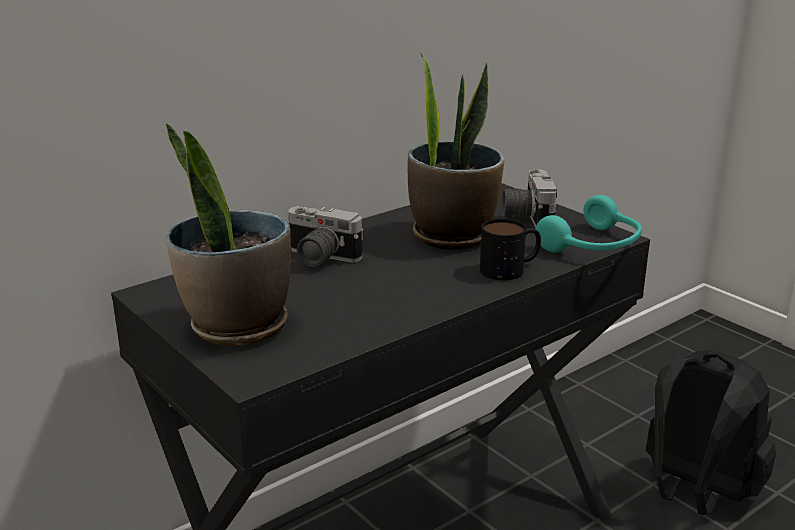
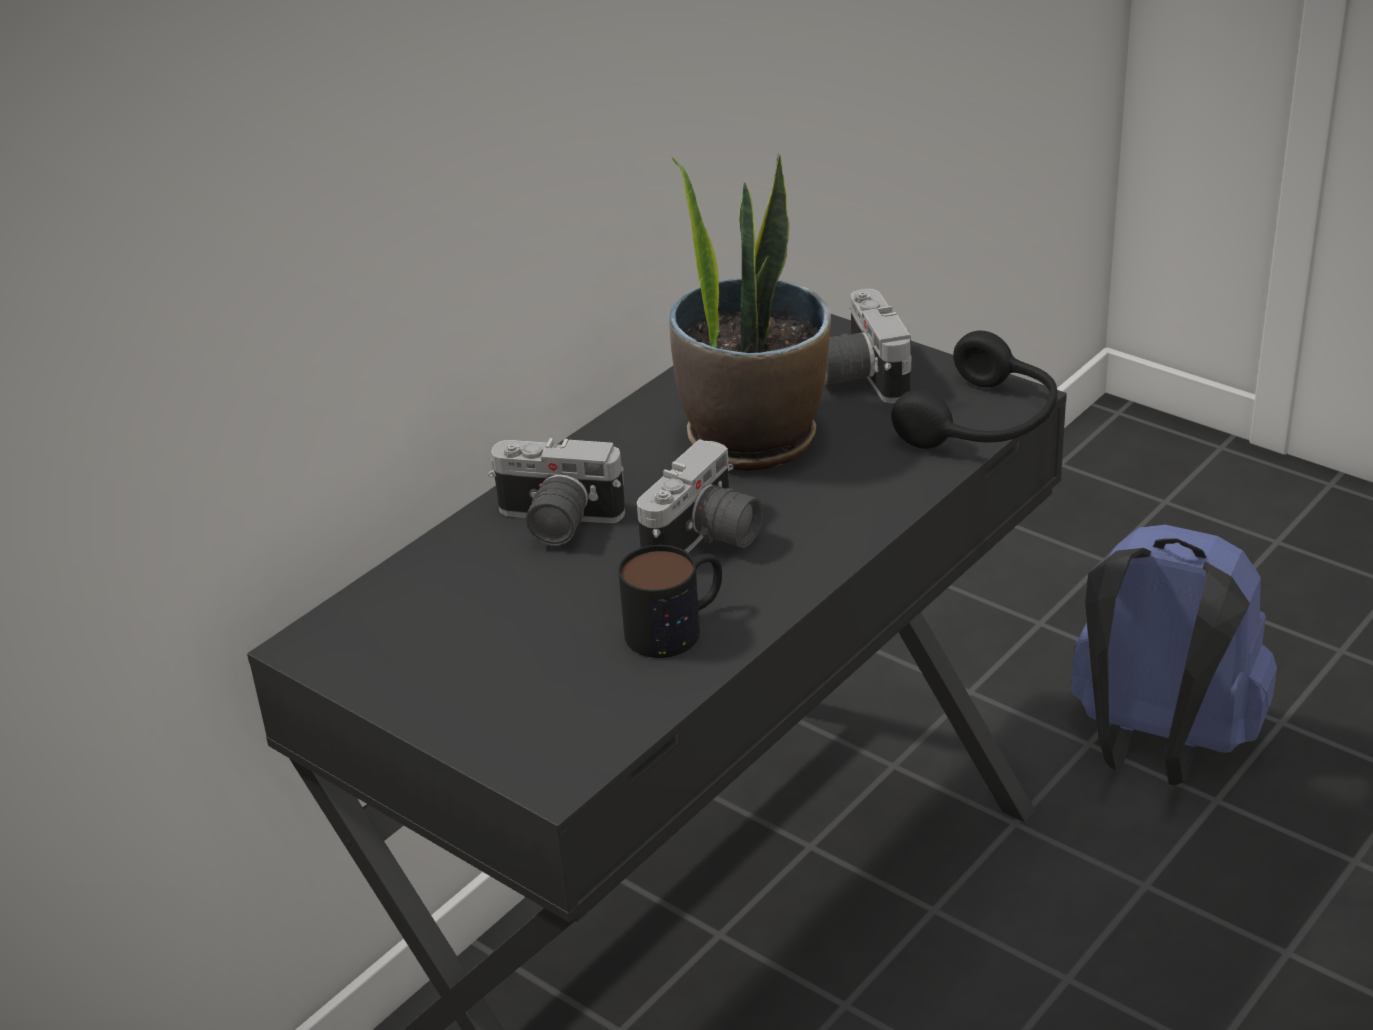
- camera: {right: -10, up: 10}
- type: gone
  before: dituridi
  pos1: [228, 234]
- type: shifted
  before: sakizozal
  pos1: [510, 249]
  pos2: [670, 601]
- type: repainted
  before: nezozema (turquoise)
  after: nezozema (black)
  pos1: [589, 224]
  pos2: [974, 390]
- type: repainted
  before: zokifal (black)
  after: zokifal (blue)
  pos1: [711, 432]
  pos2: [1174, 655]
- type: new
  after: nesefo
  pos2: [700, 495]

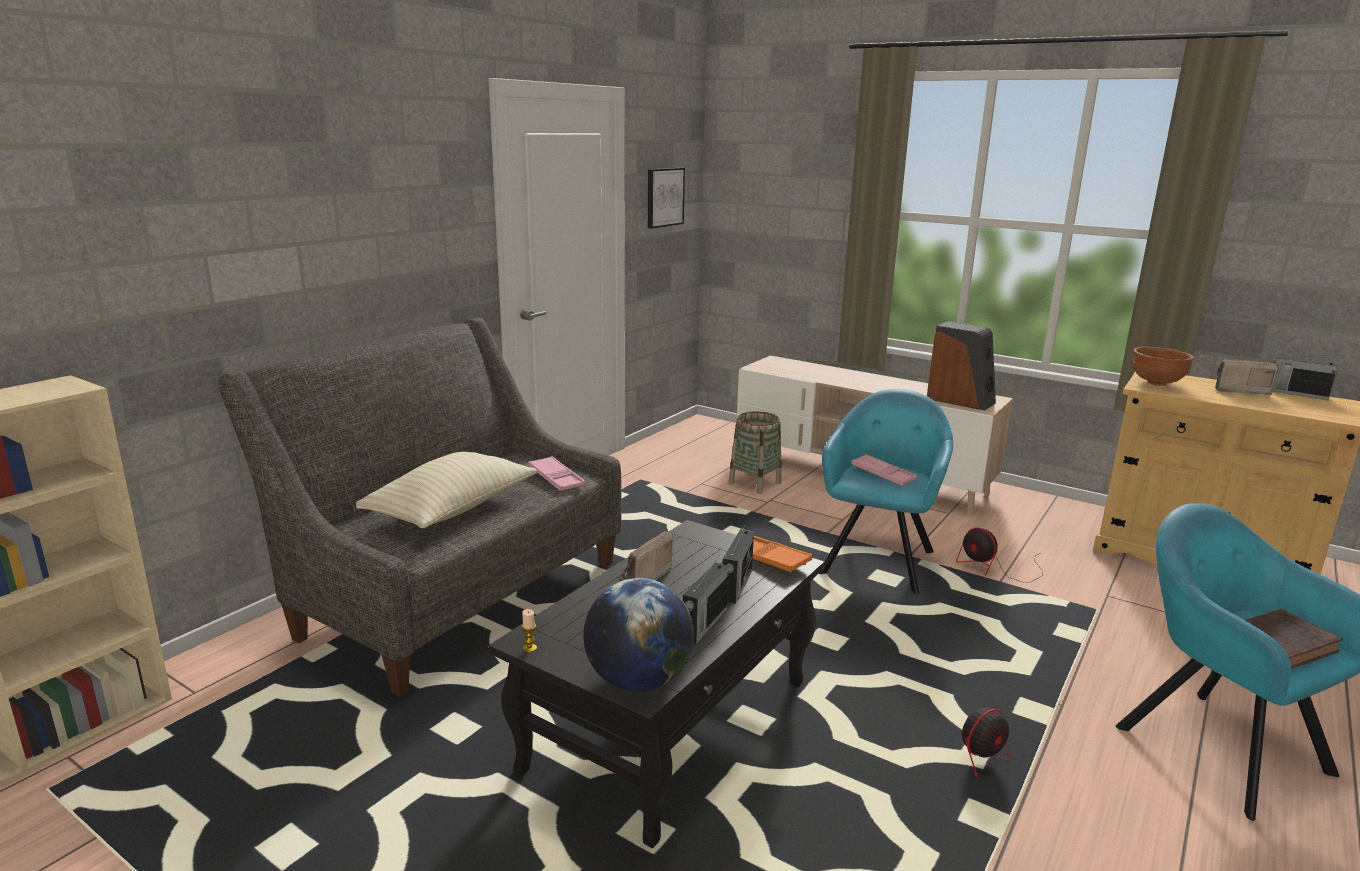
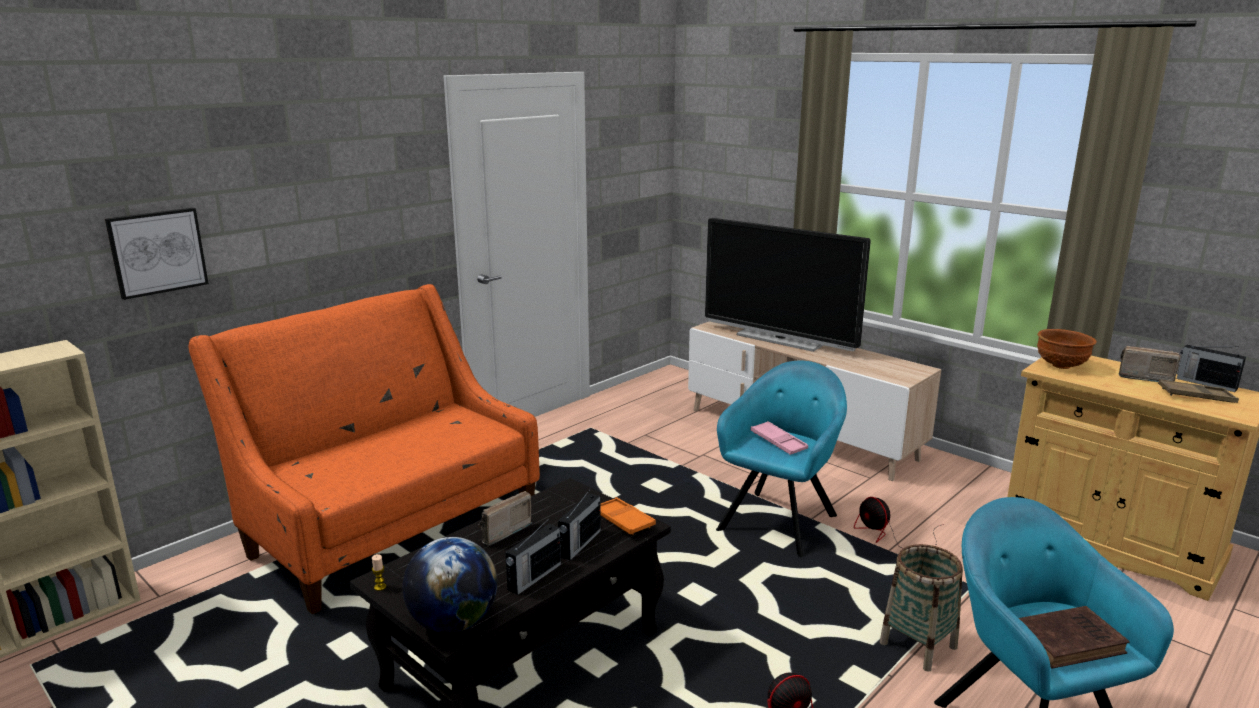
- camera: {right: 10, up: 0}
- type: repainted
  before: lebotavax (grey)
  after: lebotavax (orange)
  pos1: [419, 507]
  pos2: [364, 449]
- type: gone
  before: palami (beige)
  pos1: [446, 490]
- type: gone
  before: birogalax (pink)
  pos1: [556, 473]
- type: shifted
  before: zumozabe
  pos1: [666, 198]
  pos2: [157, 254]
- type: shifted
  before: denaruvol
  pos1: [755, 452]
  pos2: [921, 608]
- type: gone
  before: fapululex
  pos1: [961, 365]
- type: new
  after: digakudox
  pos2: [788, 285]
- type: new
  after: birogalax (brown)
  pos2: [1198, 391]

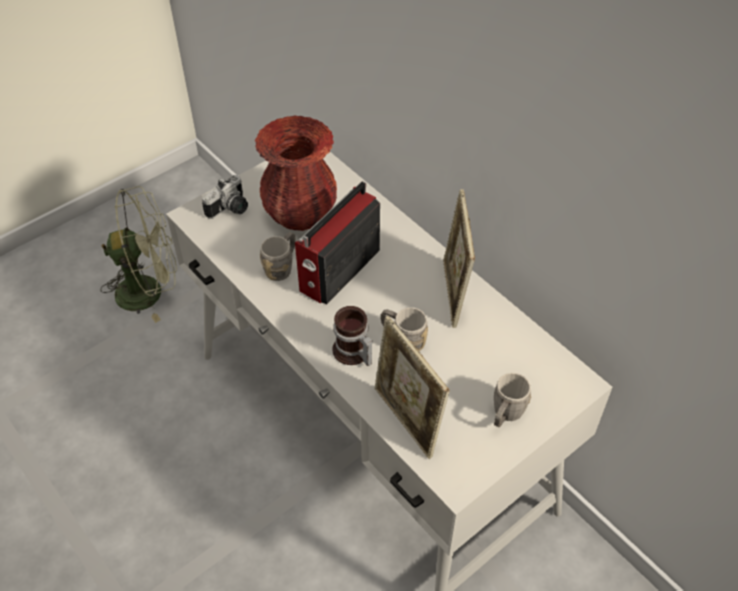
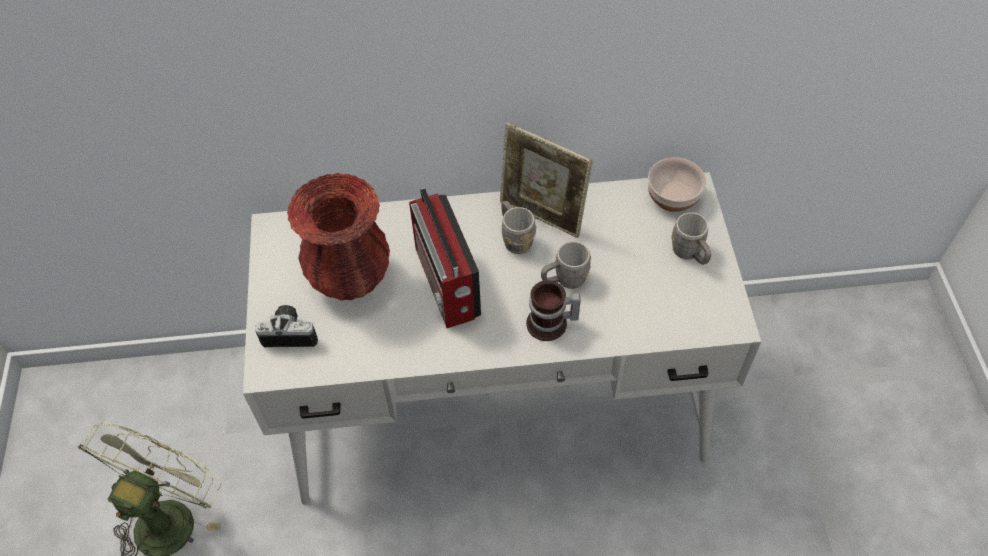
- camera: {right: -55, up: 5}
- type: rotated
  before: nesefo
  pos1: [225, 197]
  pos2: [286, 326]
  turn: -75
- type: shifted
  before: sakizozal (grey)
  pos1: [278, 256]
  pos2: [519, 227]
- type: gone
  before: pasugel
  pos1: [412, 387]
- type: new
  after: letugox
  pos2: [677, 184]

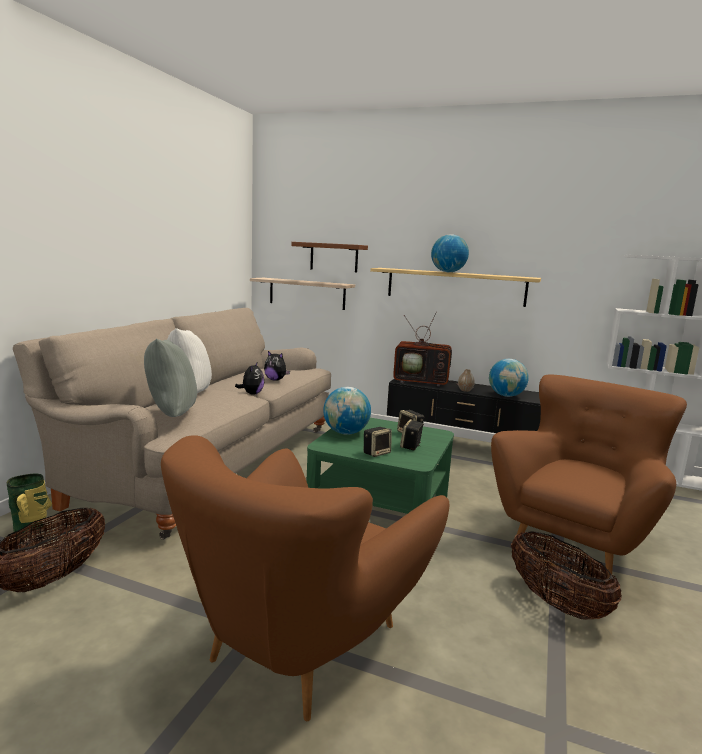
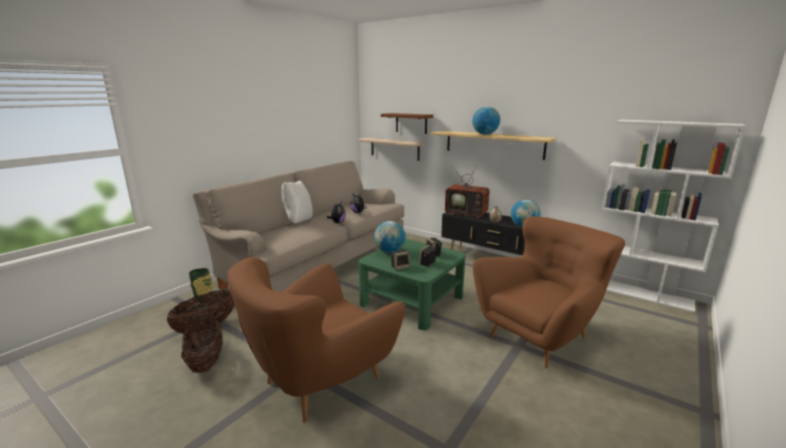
- camera: {right: 15, up: 5}
- type: gone
  before: palami (grey)
  pos1: [170, 378]
- type: shifted
  before: denaruvol
  pos1: [566, 575]
  pos2: [202, 344]

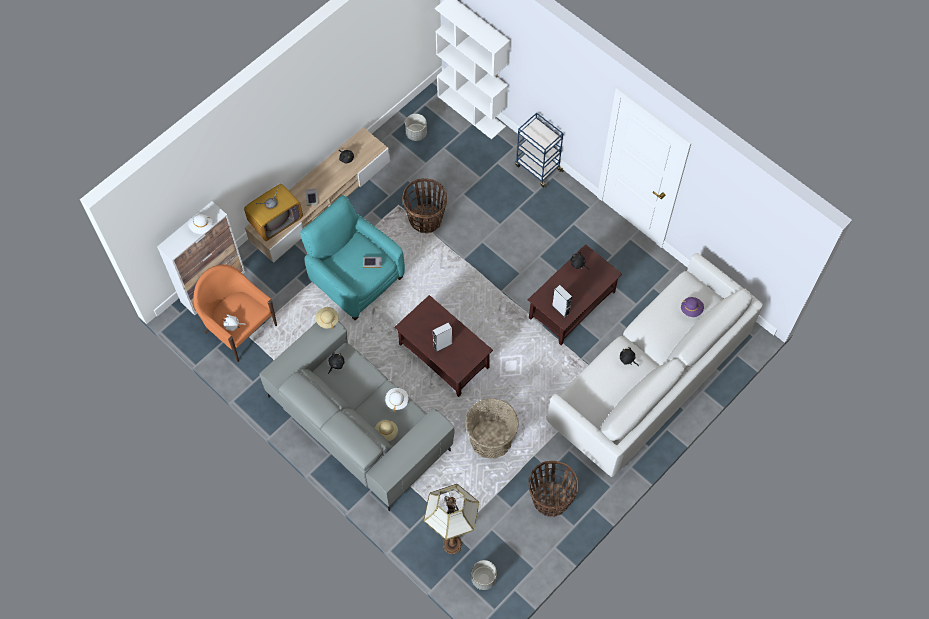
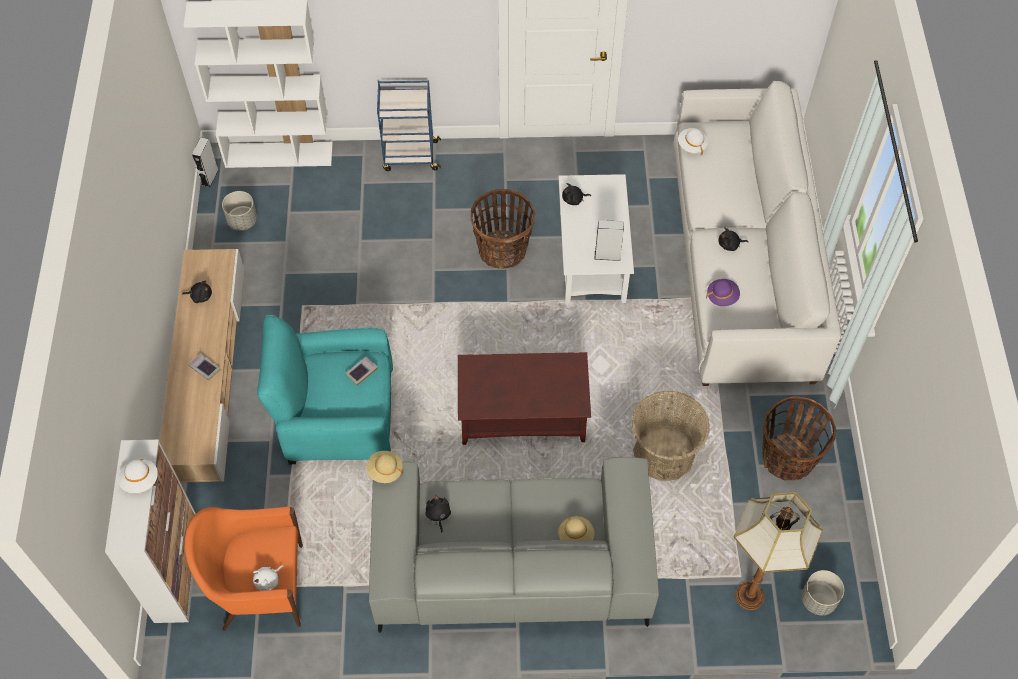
- camera: {right: -45, up: -5}
- type: gone
  before: digakudox
  pos1: [273, 212]
- type: shifted
  before: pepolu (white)
  pos1: [396, 400]
  pos2: [693, 142]
- type: shifted
  before: denaruvol
  pos1: [424, 205]
  pos2: [502, 229]
- type: shifted
  before: fapululex (grey)
  pos1: [442, 337]
  pos2: [205, 162]
- type: repainted
  before: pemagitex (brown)
  after: pemagitex (white)
  pos1: [575, 294]
  pos2: [596, 239]
- type: shifted
  before: pepolu (purple)
  pos1: [692, 307]
  pos2: [723, 292]

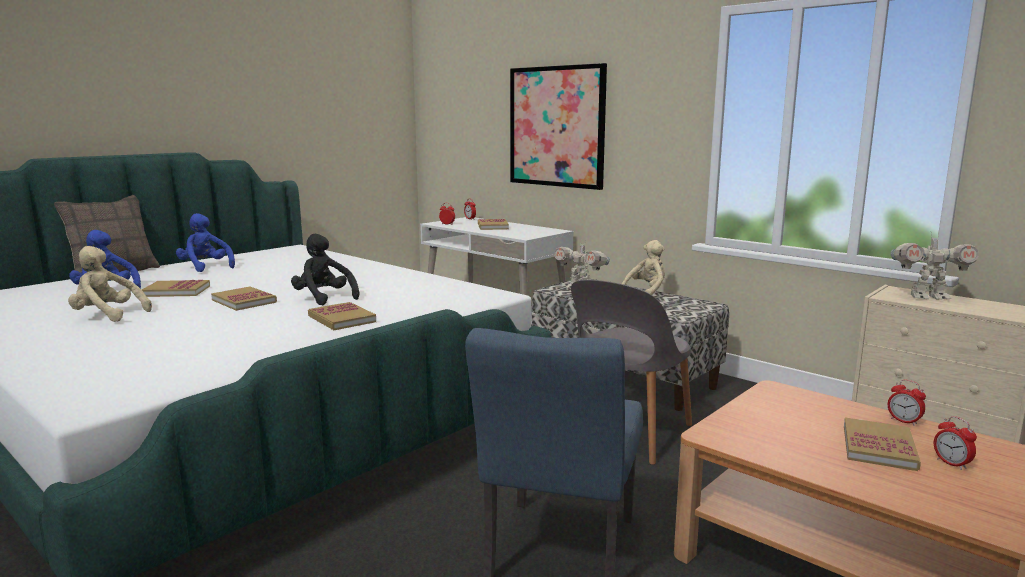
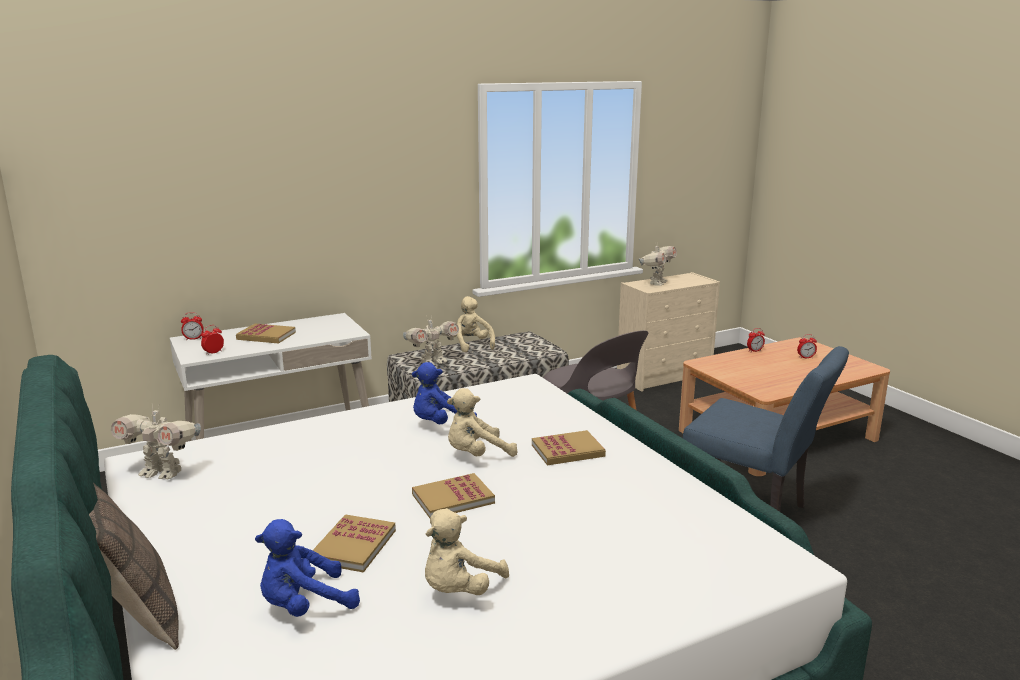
- camera: {right: -70, up: 5}
- type: shifted
  before: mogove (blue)
  pos1: [205, 242]
  pos2: [444, 393]
- type: repainted
  before: mogove (black)
  after: mogove (beige)
  pos1: [325, 269]
  pos2: [482, 422]
- type: gone
  before: zumozabe
  pos1: [558, 126]
- type: gone
  before: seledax
  pos1: [882, 444]
- type: new
  after: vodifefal
  pos2: [156, 442]

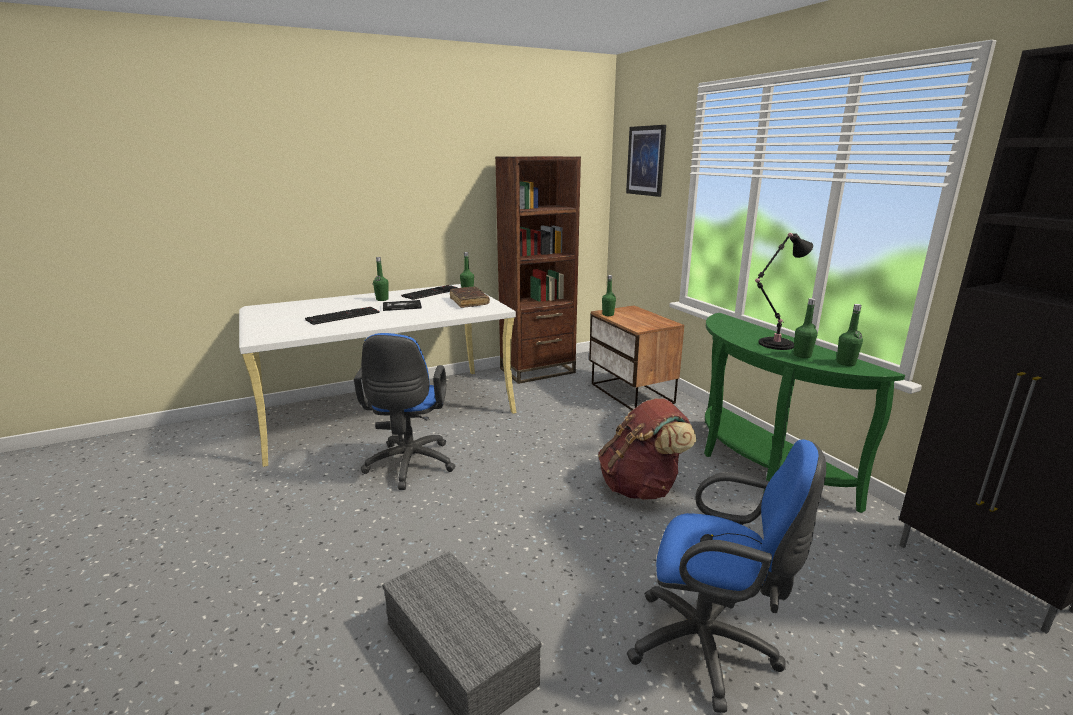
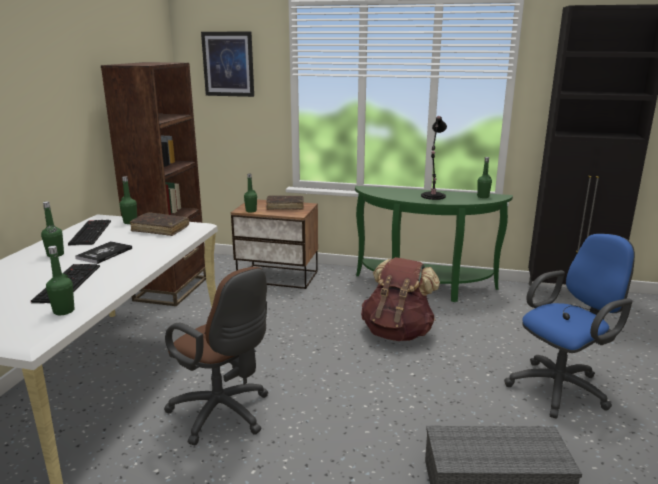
- camera: {right: -50, up: 0}
- type: repainted
  before: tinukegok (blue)
  after: tinukegok (brown)
  pos1: [404, 411]
  pos2: [216, 356]
- type: shifted
  before: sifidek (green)
  pos1: [805, 328]
  pos2: [60, 280]
- type: new
  after: seledax (brown)
  pos2: [285, 202]

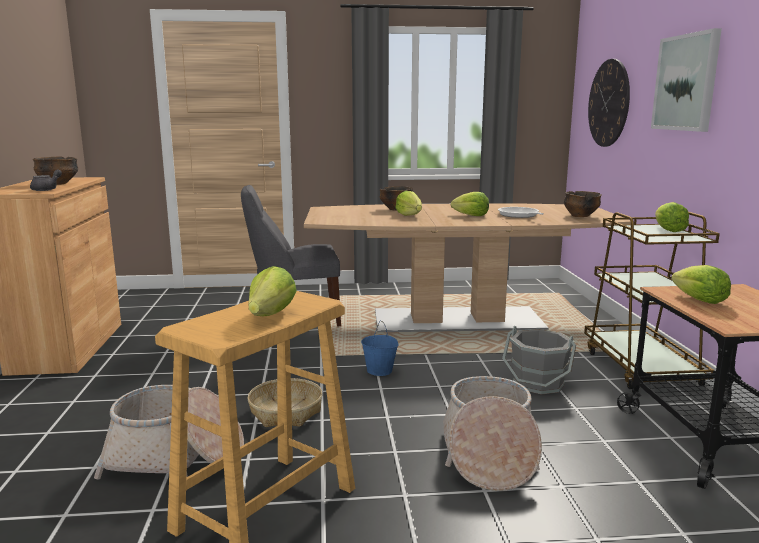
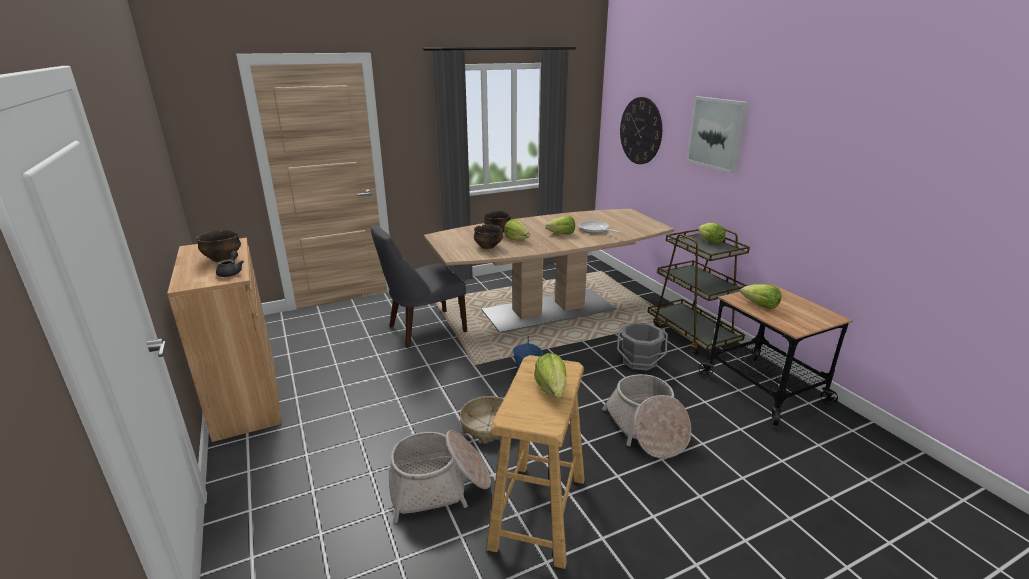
- camera: {right: -20, up: 10}
- type: shifted
  before: letugox
  pos1: [583, 204]
  pos2: [488, 236]

